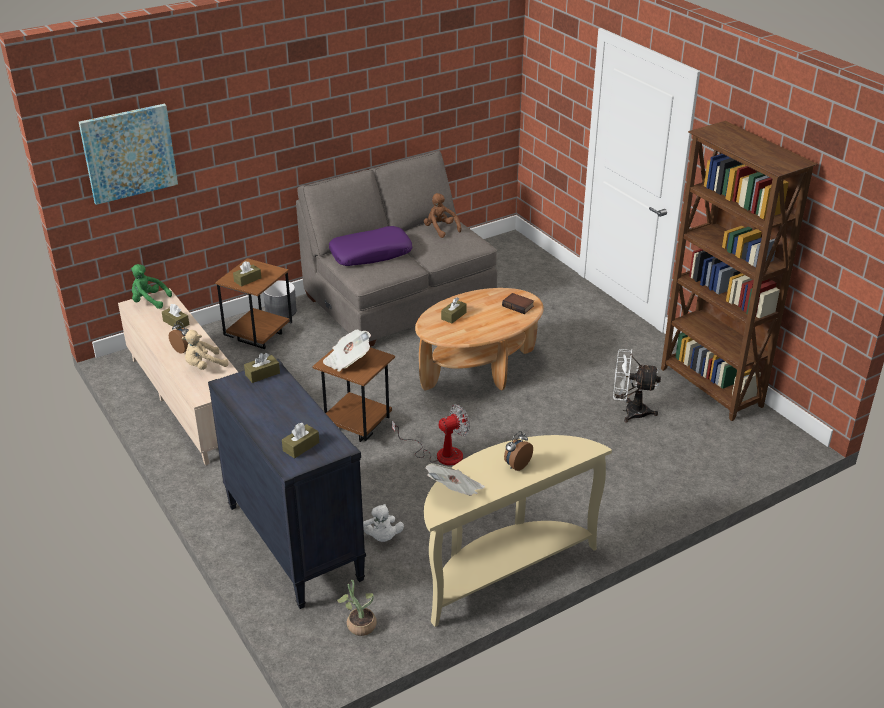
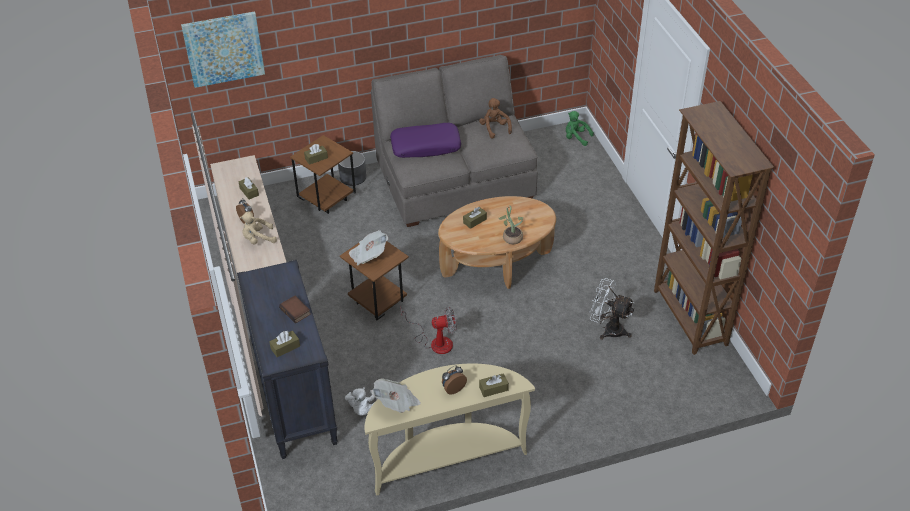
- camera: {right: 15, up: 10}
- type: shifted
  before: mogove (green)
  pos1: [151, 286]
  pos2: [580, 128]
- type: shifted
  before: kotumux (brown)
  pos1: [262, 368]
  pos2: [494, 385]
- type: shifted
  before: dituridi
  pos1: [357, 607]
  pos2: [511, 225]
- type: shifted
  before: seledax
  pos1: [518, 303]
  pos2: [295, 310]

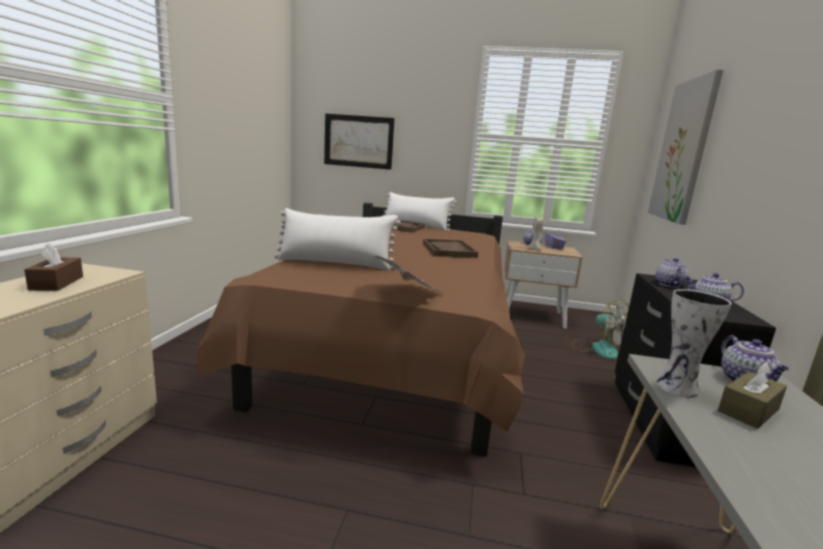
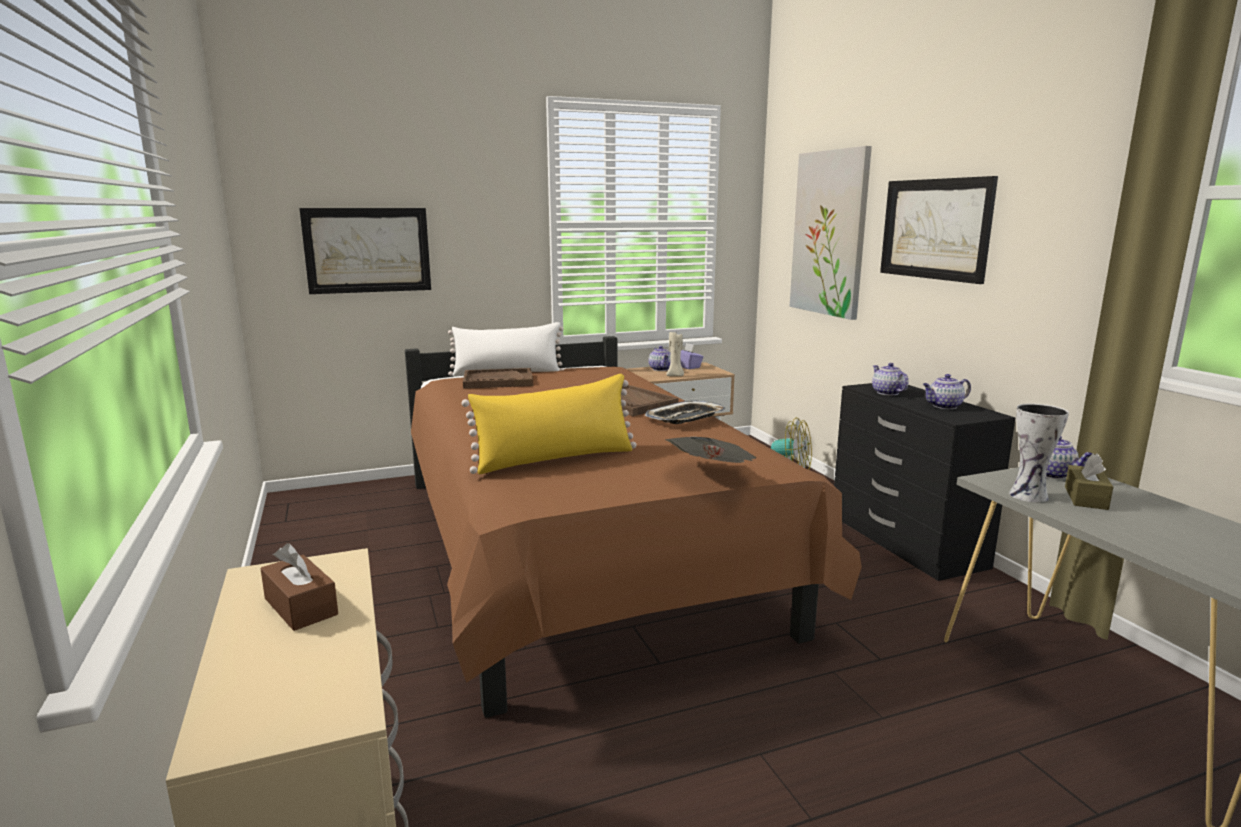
- camera: {right: -30, up: 0}
- type: repainted
  before: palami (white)
  after: palami (yellow)
  pos1: [337, 239]
  pos2: [549, 424]
- type: new
  after: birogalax
  pos2: [685, 412]
- type: new
  after: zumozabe
  pos2: [939, 230]

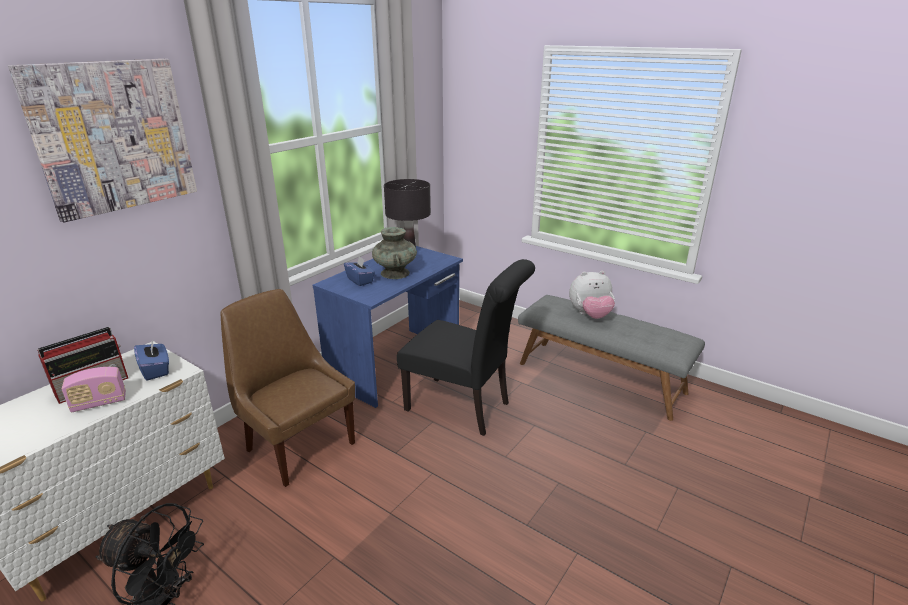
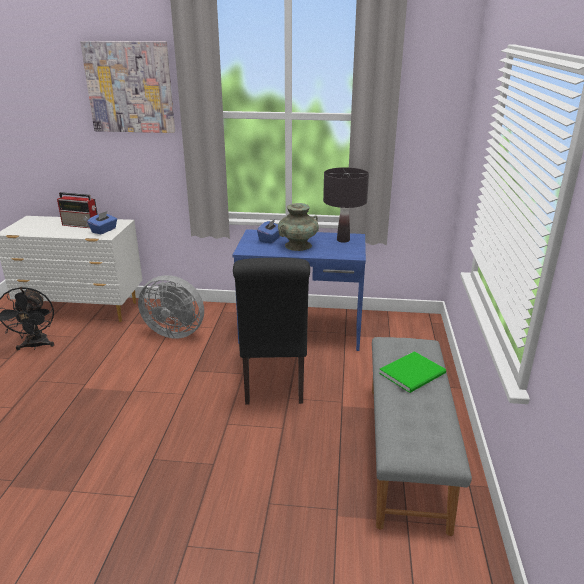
- camera: {right: 60, up: 0}
- type: gone
  before: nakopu
  pos1: [94, 389]
- type: swapped
  before: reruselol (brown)
  after: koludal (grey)
  pos1: [288, 388]
  pos2: [171, 307]
- type: swapped
  before: mogove
  after: seledax (green)
  pos1: [592, 295]
  pos2: [412, 372]

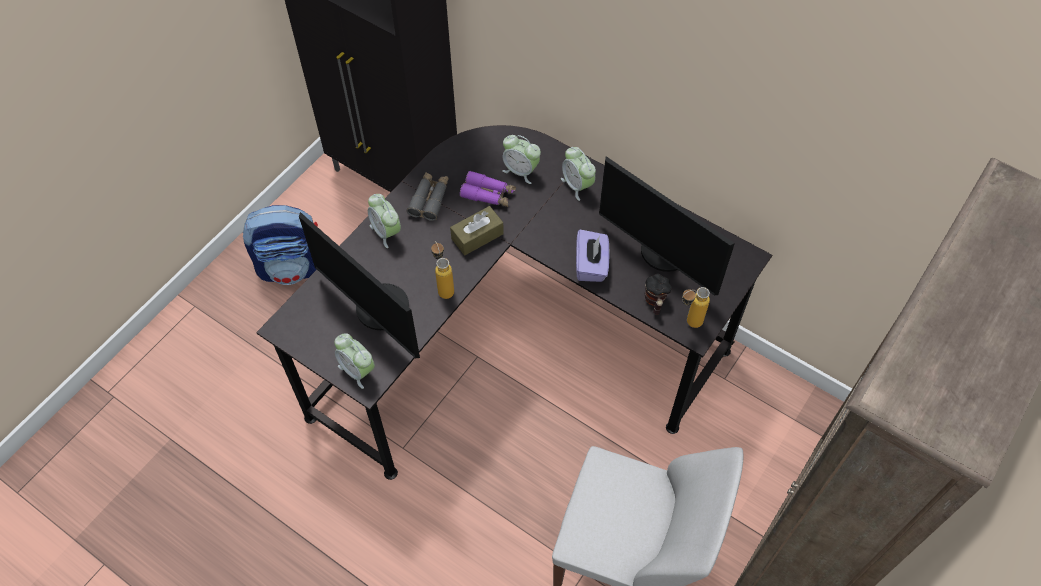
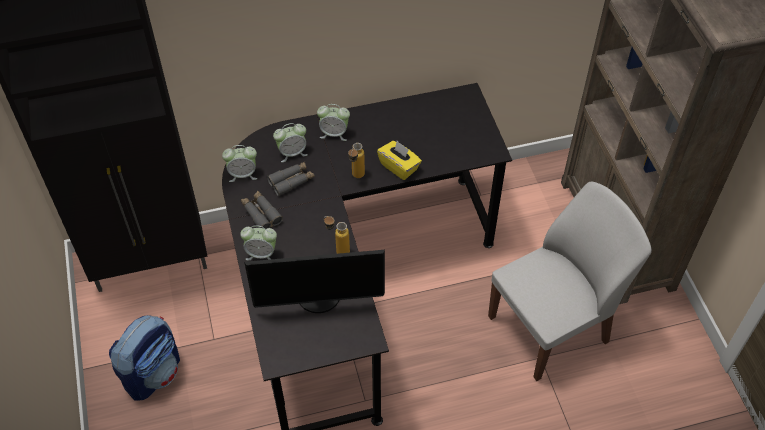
- camera: {right: -50, up: -5}
- type: shifted
  before: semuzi
  pos1: [354, 361]
  pos2: [240, 163]
- type: gone
  before: kotumux (brown)
  pos1: [477, 230]
- type: repainted
  before: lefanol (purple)
  after: lefanol (grey)
  pos1: [488, 189]
  pos2: [291, 179]
- type: repainted
  before: kotumux (purple)
  after: kotumux (yellow)
  pos1: [593, 256]
  pos2: [399, 160]
- type: gone
  before: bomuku
  pos1: [667, 225]
- type: gone
  before: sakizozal
  pos1: [658, 294]
- type: shifted
  before: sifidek
  pos1: [696, 307]
  pos2: [356, 160]

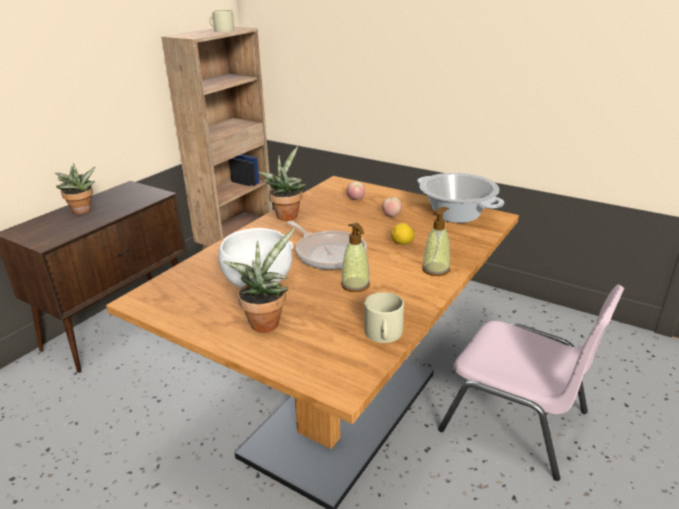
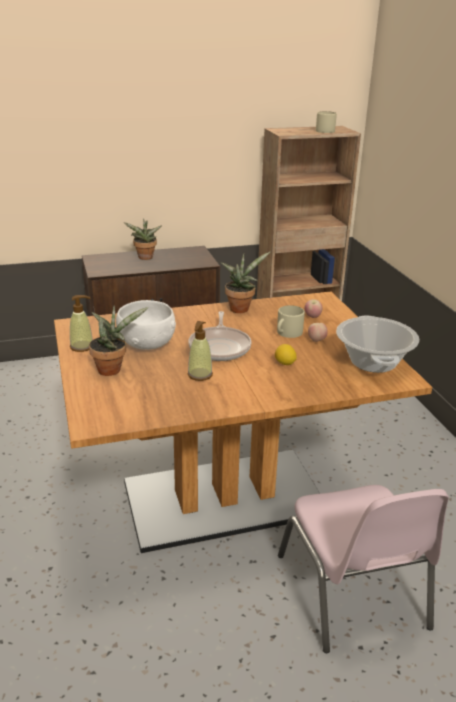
- camera: {right: 40, up: 0}
- type: shifted
  before: sakizozal (beige)
  pos1: [384, 317]
  pos2: [291, 321]
- type: shifted
  before: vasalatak
  pos1: [436, 241]
  pos2: [81, 323]

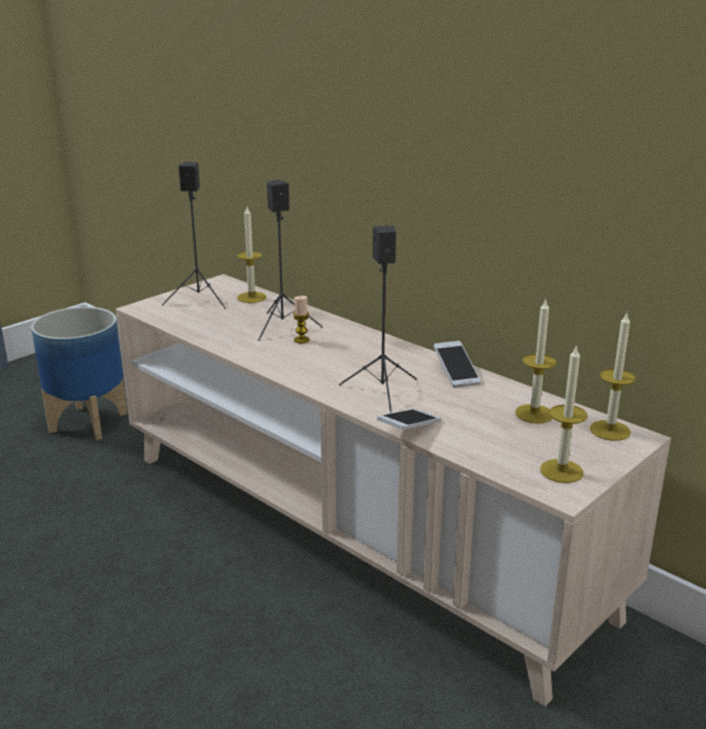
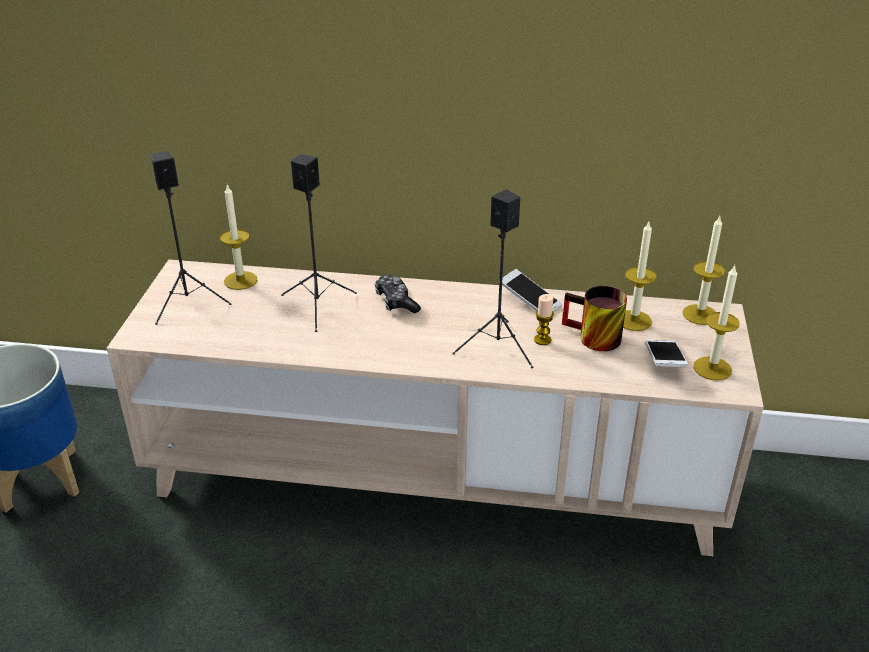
- camera: {right: -35, up: 10}
- type: shifted
  before: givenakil
  pos1: [301, 319]
  pos2: [544, 319]
- type: shifted
  before: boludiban
  pos1: [409, 419]
  pos2: [666, 353]
- type: new
  after: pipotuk
  pos2: [398, 294]
- type: new
  after: sakizozal
  pos2: [594, 318]

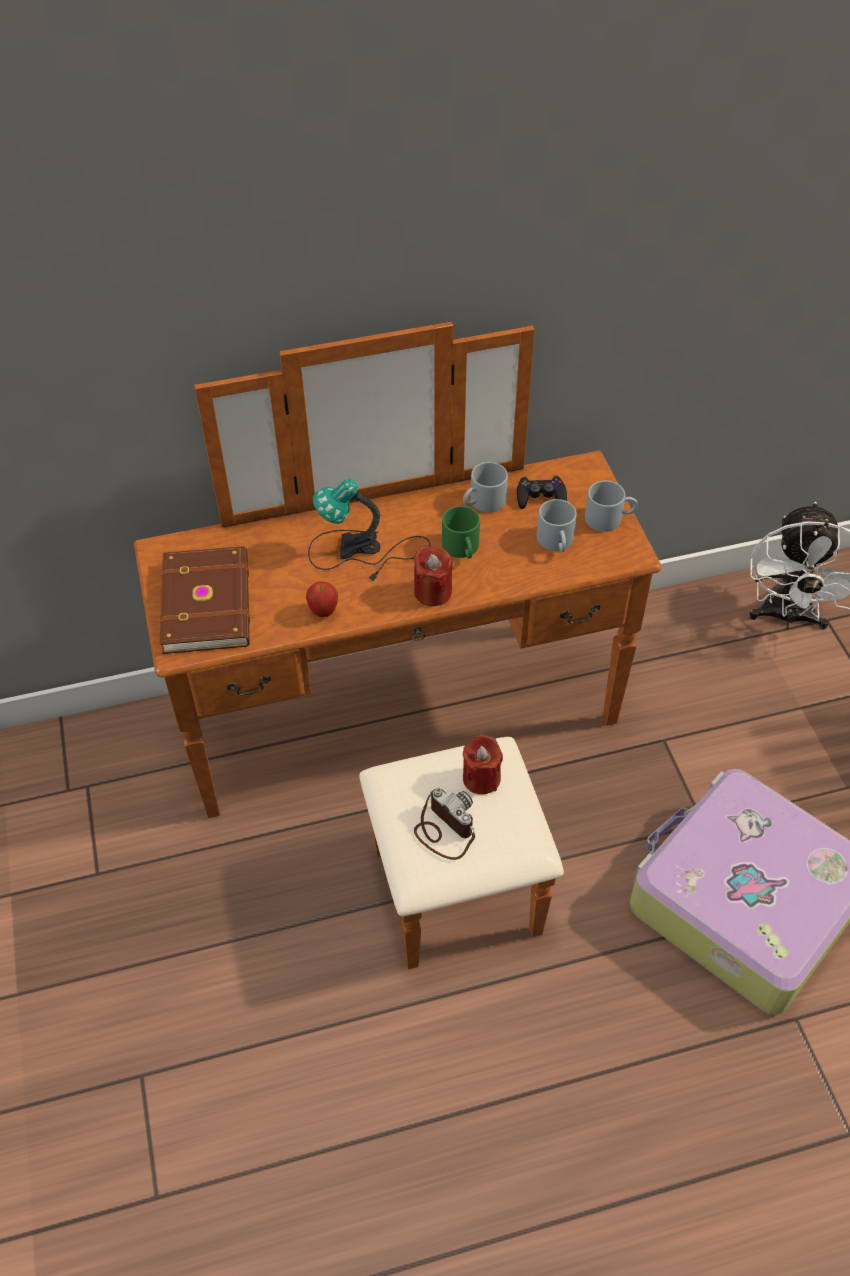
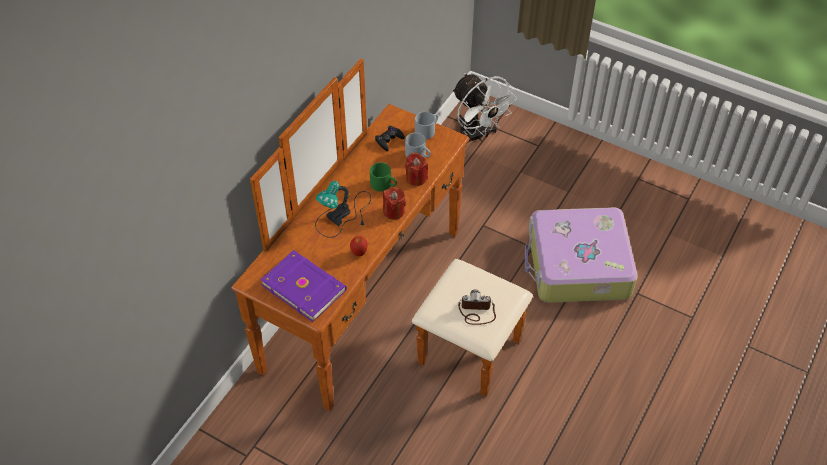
- camera: {right: -45, up: 0}
- type: repainted
  before: seledax (brown)
  after: seledax (purple)
  pos1: [205, 600]
  pos2: [303, 286]
- type: gone
  before: sakizozal (grey)
  pos1: [485, 487]
- type: shifted
  before: givenakil (red)
  pos1: [483, 765]
  pos2: [416, 169]

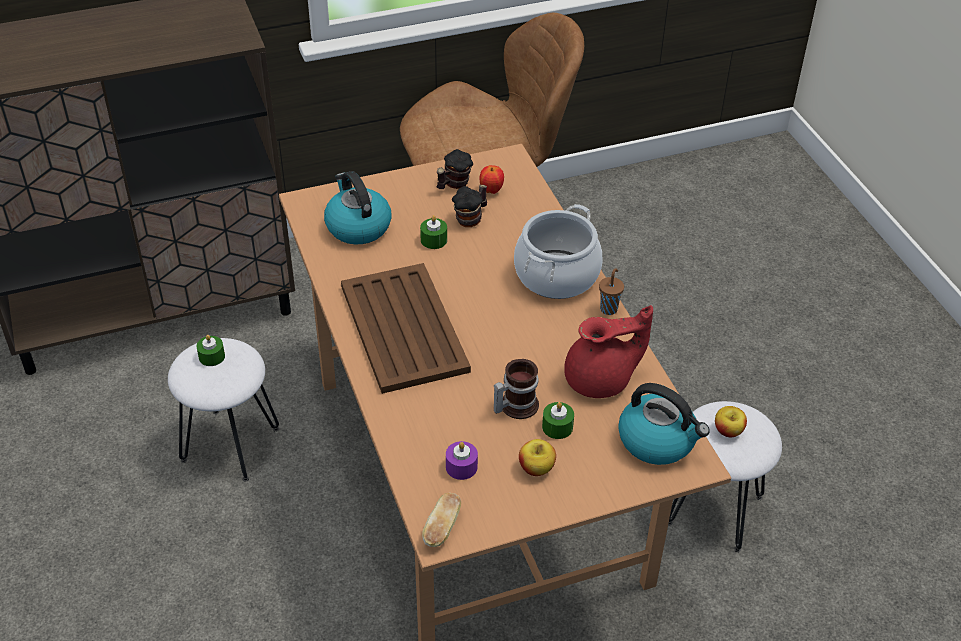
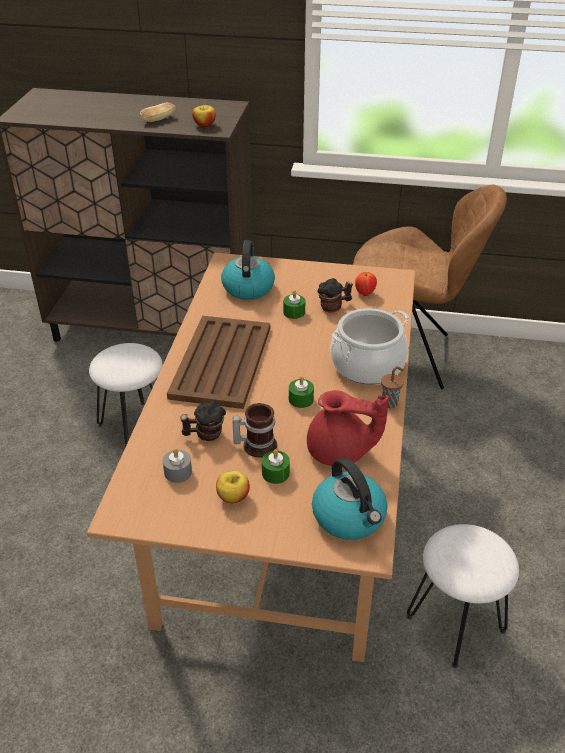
- camera: {right: 30, up: -5}
- type: shifted
  before: givenakil (green)
  pos1: [210, 350]
  pos2: [301, 392]
- type: shifted
  before: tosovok
  pos1: [441, 520]
  pos2: [158, 112]
- type: shifted
  before: sakizozal
  pos1: [454, 169]
  pos2: [203, 421]
- type: repainted
  before: givenakil (purple)
  after: givenakil (grey)
  pos1: [462, 460]
  pos2: [177, 465]
- type: shifted
  before: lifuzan
  pos1: [731, 421]
  pos2: [204, 116]

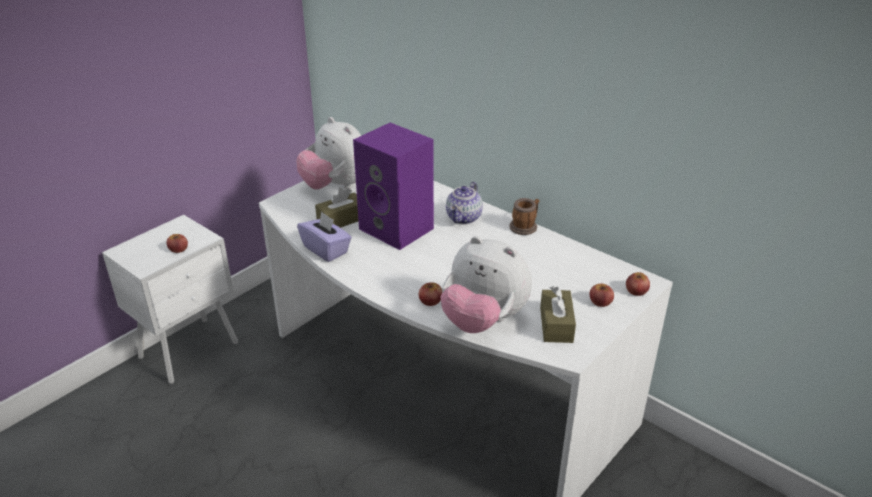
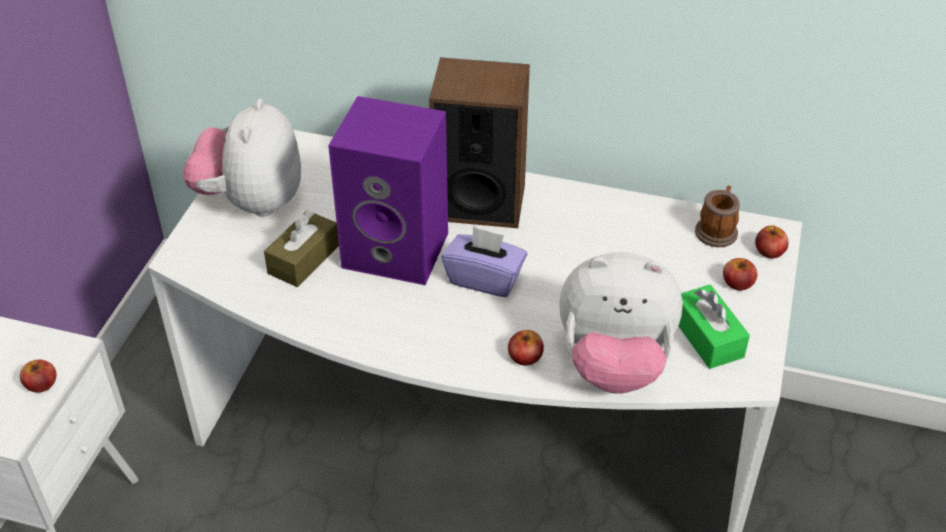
- camera: {right: -25, up: 10}
- type: rotated
  before: mogove
  pos1: [328, 153]
  pos2: [242, 158]
  turn: 75
- type: shifted
  before: kotumux (purple)
  pos1: [324, 236]
  pos2: [484, 261]
- type: swapped
  before: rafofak
  after: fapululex
  pos1: [464, 203]
  pos2: [479, 142]
- type: shifted
  before: sakizozal
  pos1: [524, 216]
  pos2: [717, 216]
- type: repainted
  before: kotumux (brown)
  after: kotumux (green)
  pos1: [558, 314]
  pos2: [714, 327]

